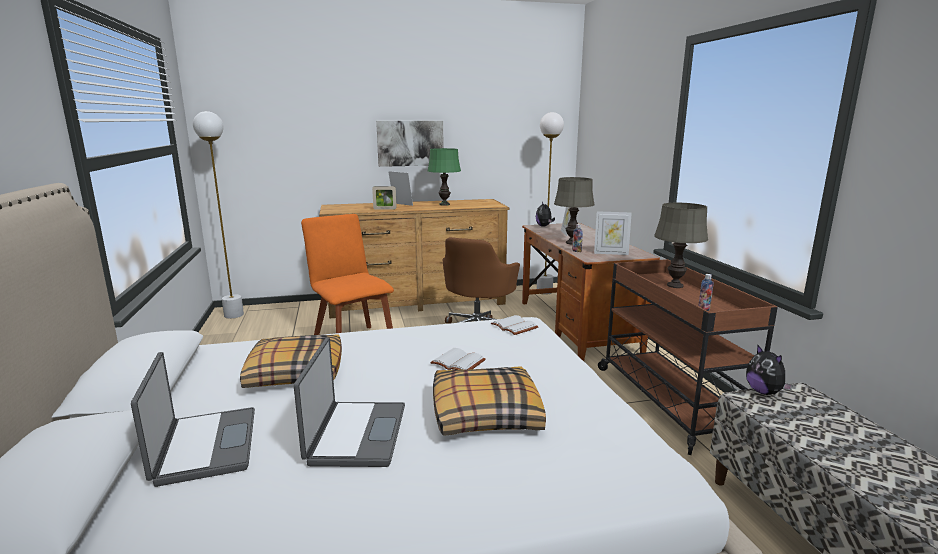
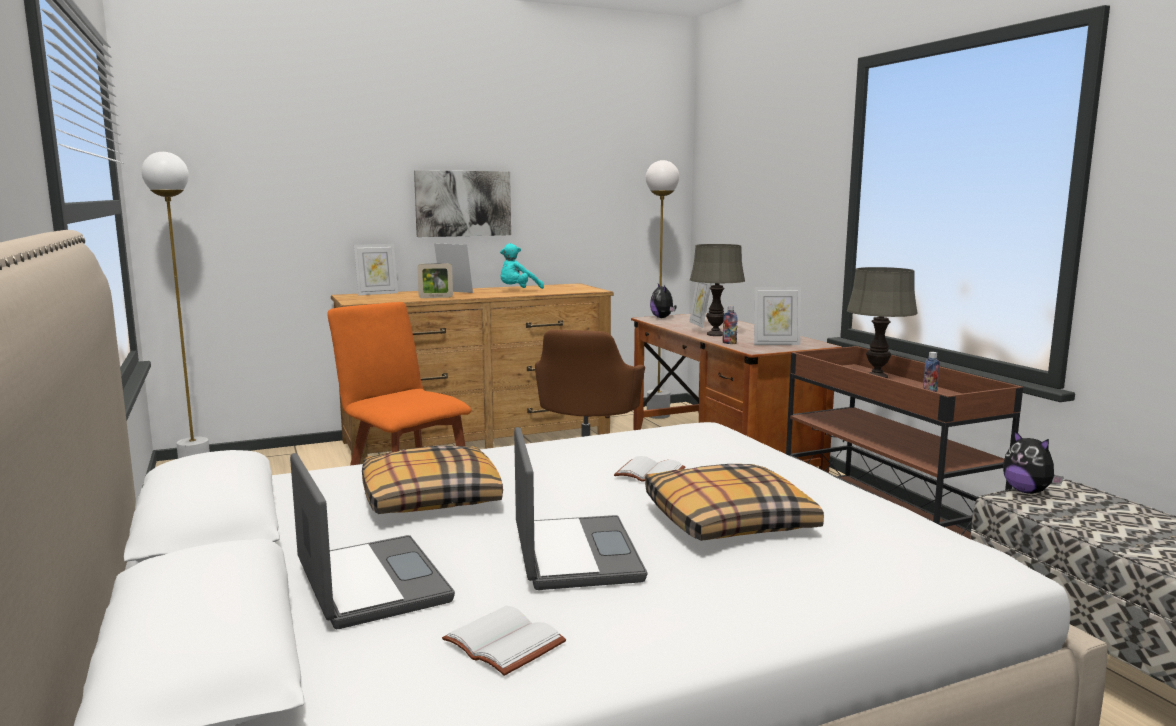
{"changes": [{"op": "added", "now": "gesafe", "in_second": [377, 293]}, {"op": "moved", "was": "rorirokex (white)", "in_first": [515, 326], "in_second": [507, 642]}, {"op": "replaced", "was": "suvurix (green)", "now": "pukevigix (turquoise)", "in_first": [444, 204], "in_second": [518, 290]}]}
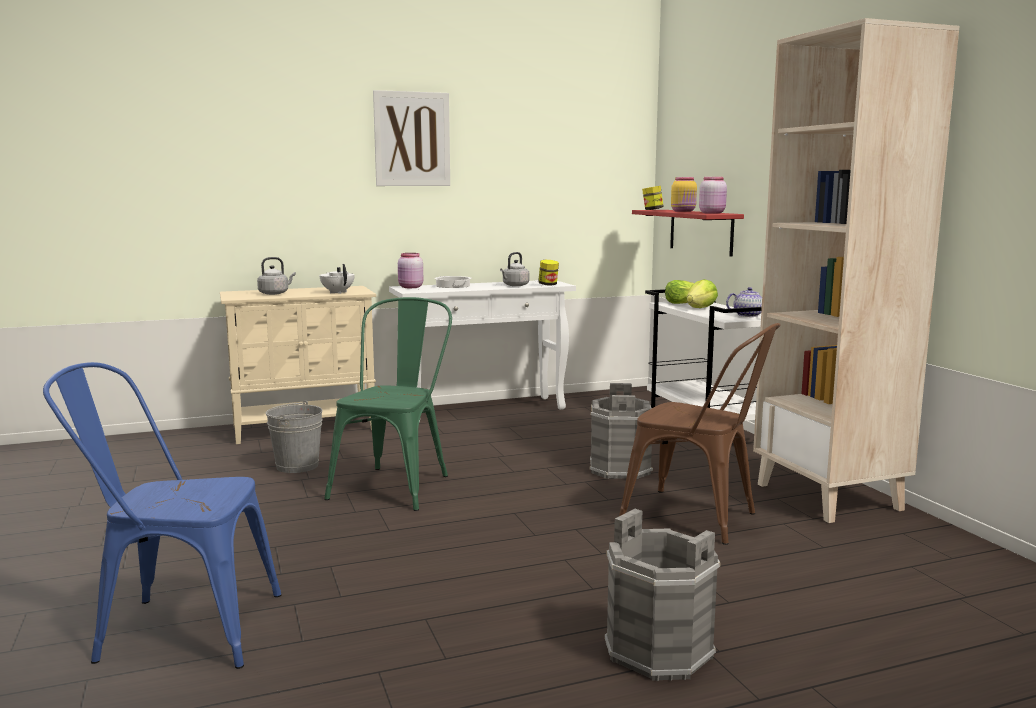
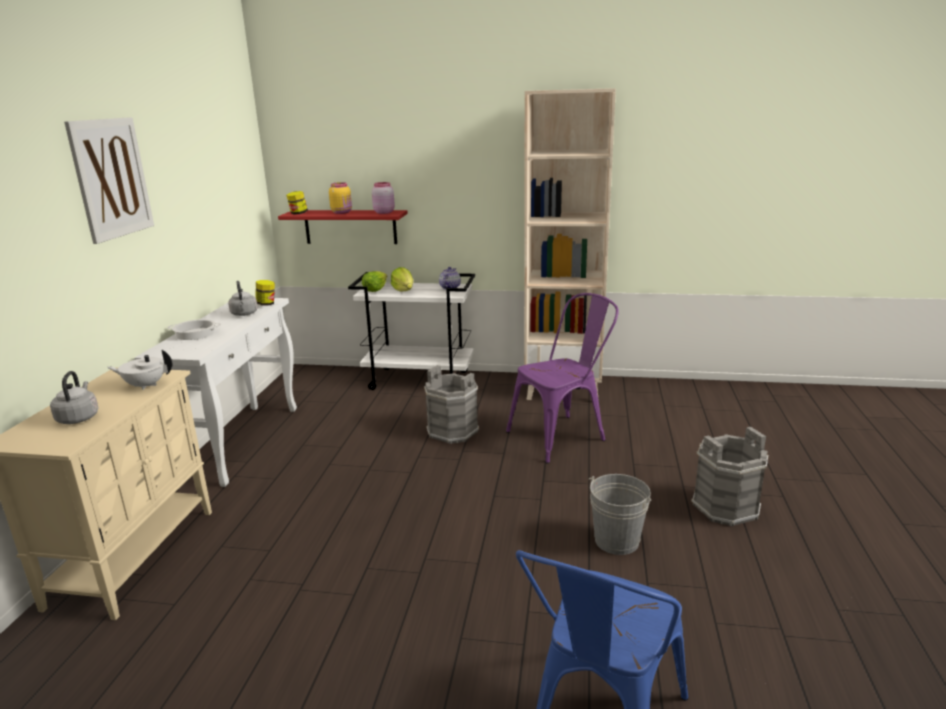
{"changes": [{"op": "recoloured", "was": "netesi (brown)", "now": "netesi (purple)", "in_first": [699, 519], "in_second": [563, 435]}, {"op": "moved", "was": "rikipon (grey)", "in_first": [297, 466], "in_second": [616, 540]}, {"op": "removed", "was": "netesi (green)", "in_first": [396, 484]}, {"op": "removed", "was": "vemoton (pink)", "in_first": [410, 287]}]}
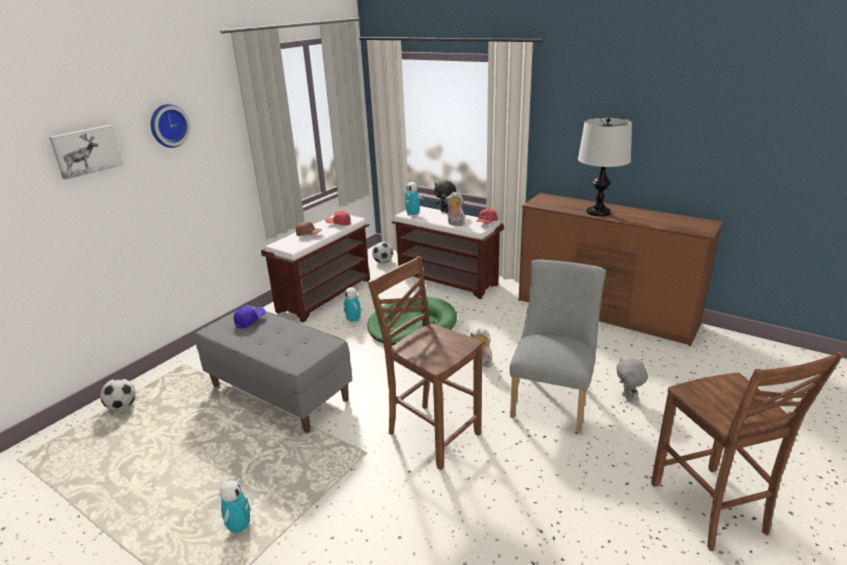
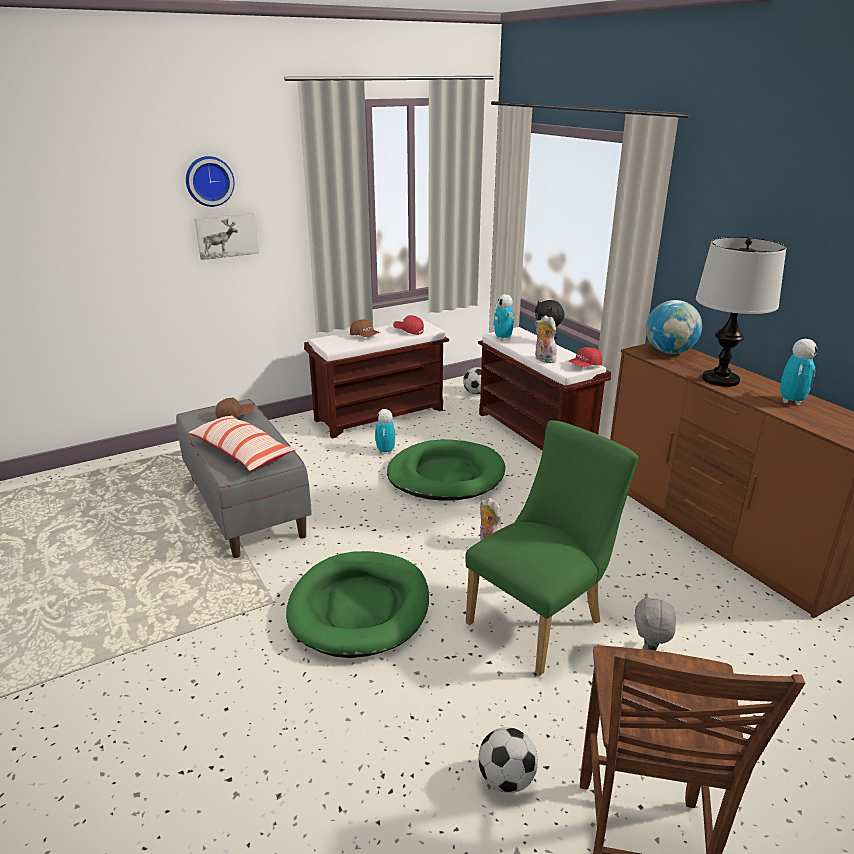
{"changes": [{"op": "added", "now": "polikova", "in_second": [241, 452]}, {"op": "moved", "was": "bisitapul", "in_first": [86, 151], "in_second": [226, 235]}, {"op": "recoloured", "was": "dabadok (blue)", "now": "dabadok (brown)", "in_first": [250, 320], "in_second": [235, 416]}, {"op": "replaced", "was": "netesi (brown)", "now": "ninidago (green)", "in_first": [432, 433], "in_second": [360, 607]}, {"op": "recoloured", "was": "netesi (grey)", "now": "netesi (green)", "in_first": [552, 398], "in_second": [541, 619]}, {"op": "moved", "was": "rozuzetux", "in_first": [122, 407], "in_second": [505, 779]}, {"op": "added", "now": "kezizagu", "in_second": [669, 352]}, {"op": "moved", "was": "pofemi", "in_first": [239, 527], "in_second": [791, 401]}]}
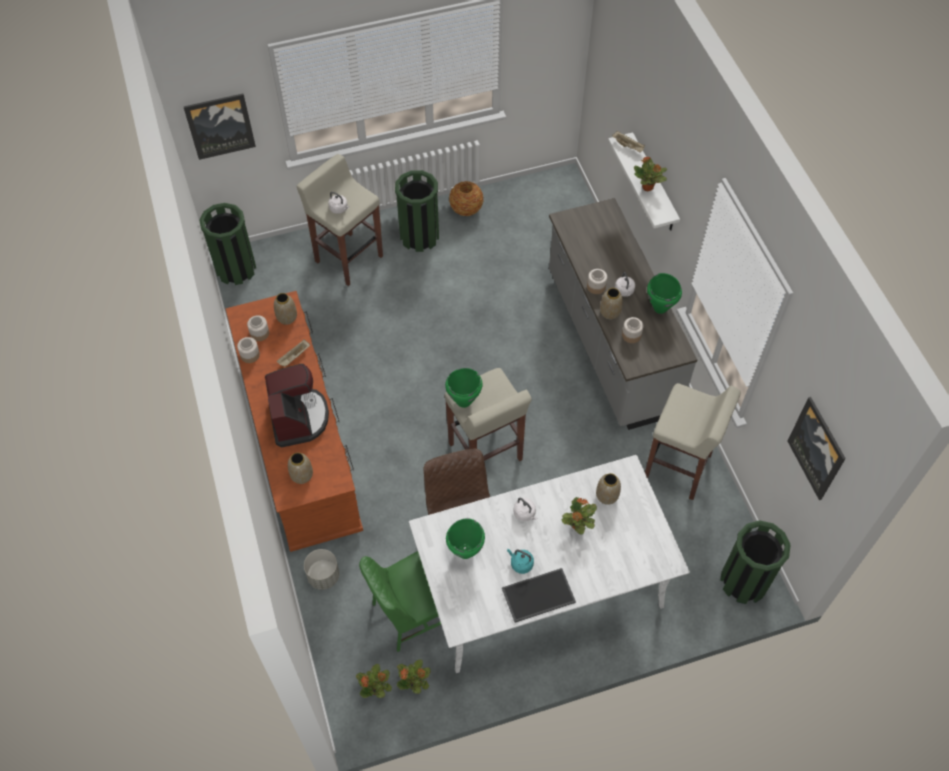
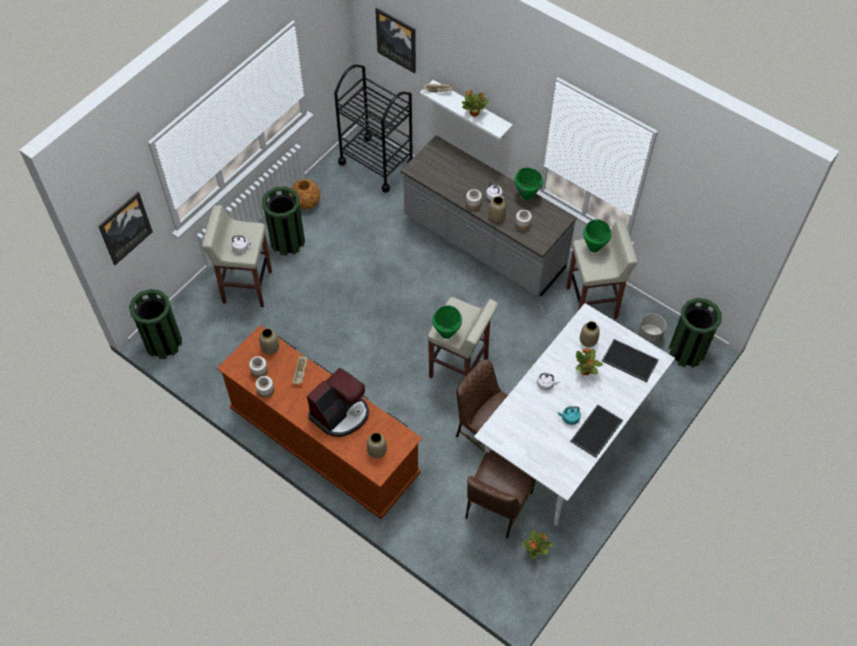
{"changes": [{"op": "turned", "was": "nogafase", "in_first": [298, 418], "in_second": [340, 413], "clockwise": 90}, {"op": "added", "now": "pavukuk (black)", "in_second": [376, 163]}, {"op": "moved", "was": "bisitapul", "in_first": [817, 448], "in_second": [397, 40]}, {"op": "recoloured", "was": "netesi (green)", "now": "netesi (brown)", "in_first": [413, 612], "in_second": [497, 505]}, {"op": "moved", "was": "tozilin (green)", "in_first": [465, 552], "in_second": [593, 248]}, {"op": "added", "now": "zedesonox", "in_second": [629, 361]}, {"op": "moved", "was": "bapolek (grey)", "in_first": [323, 576], "in_second": [649, 336]}, {"op": "removed", "was": "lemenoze", "in_first": [376, 689]}]}
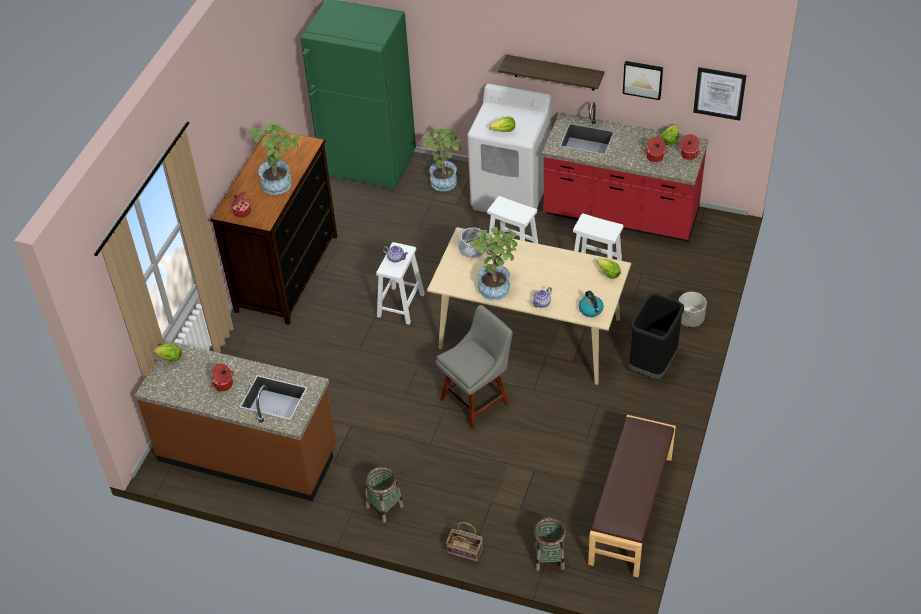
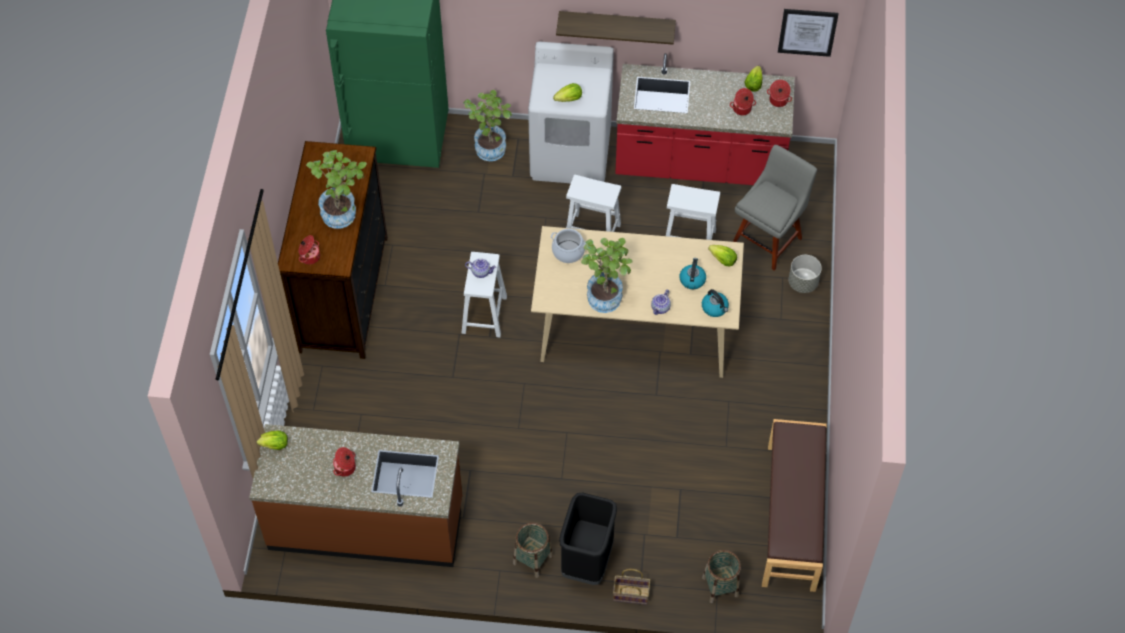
{"changes": [{"op": "moved", "was": "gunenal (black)", "in_first": [653, 364], "in_second": [587, 561]}, {"op": "added", "now": "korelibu", "in_second": [692, 279]}, {"op": "moved", "was": "netesi (grey)", "in_first": [477, 399], "in_second": [769, 238]}, {"op": "removed", "was": "bisitapul", "in_first": [643, 79]}]}
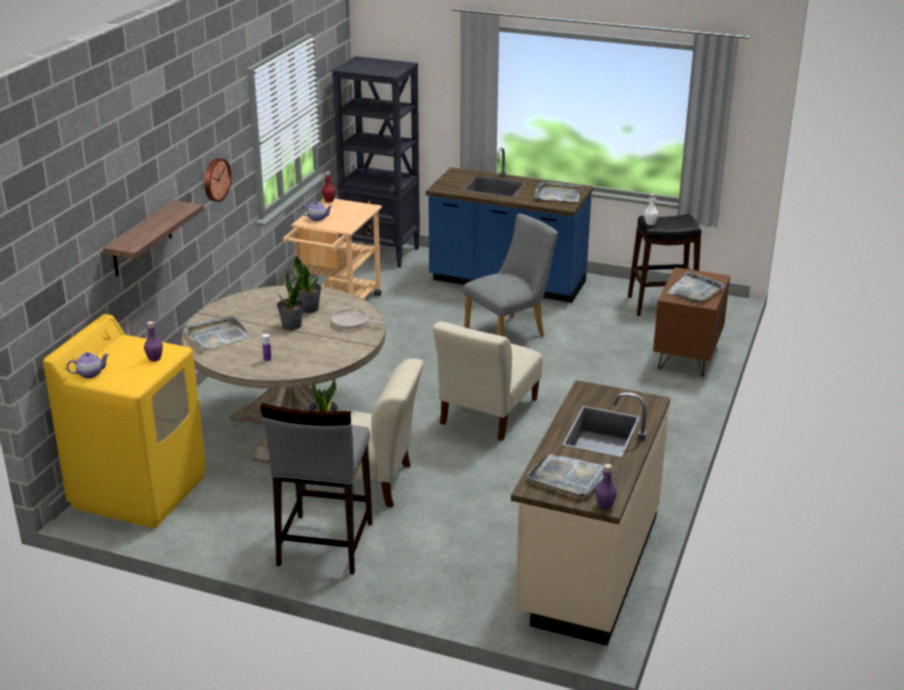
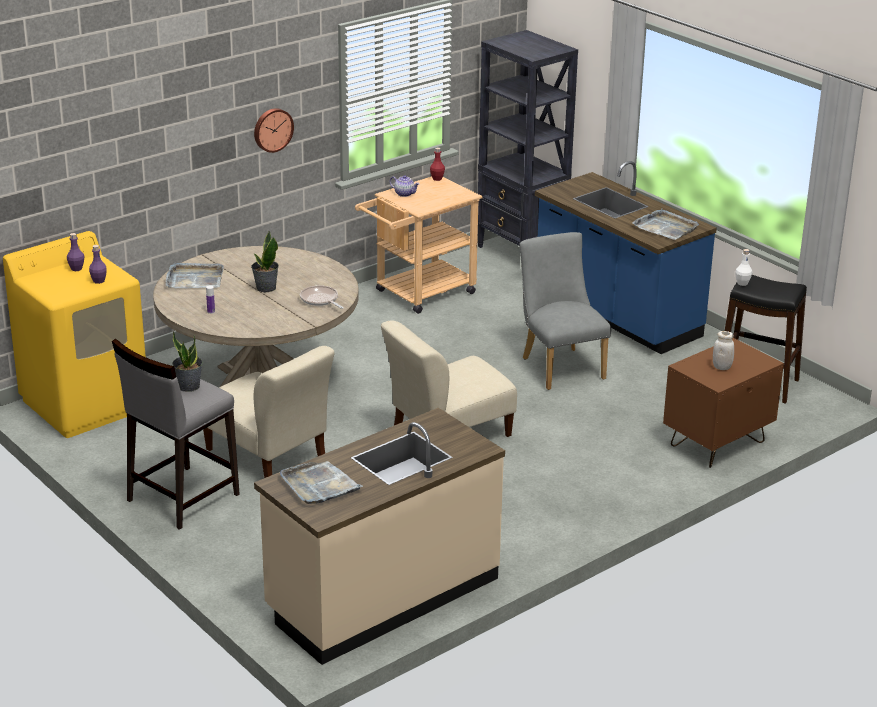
{"changes": [{"op": "moved", "was": "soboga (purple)", "in_first": [605, 505], "in_second": [76, 269]}, {"op": "turned", "was": "netesi (grey)", "in_first": [510, 333], "in_second": [559, 366], "clockwise": -105}, {"op": "replaced", "was": "zedesonox (grey)", "now": "vemoton (white)", "in_first": [695, 290], "in_second": [722, 367]}, {"op": "removed", "was": "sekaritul", "in_first": [90, 374]}, {"op": "removed", "was": "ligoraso", "in_first": [142, 239]}, {"op": "removed", "was": "lemenoze", "in_first": [309, 308]}]}
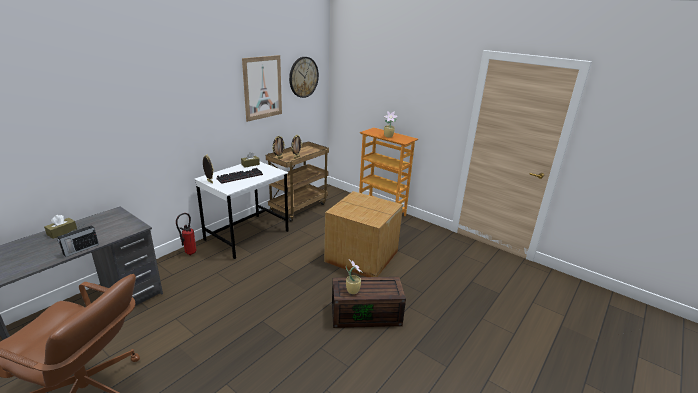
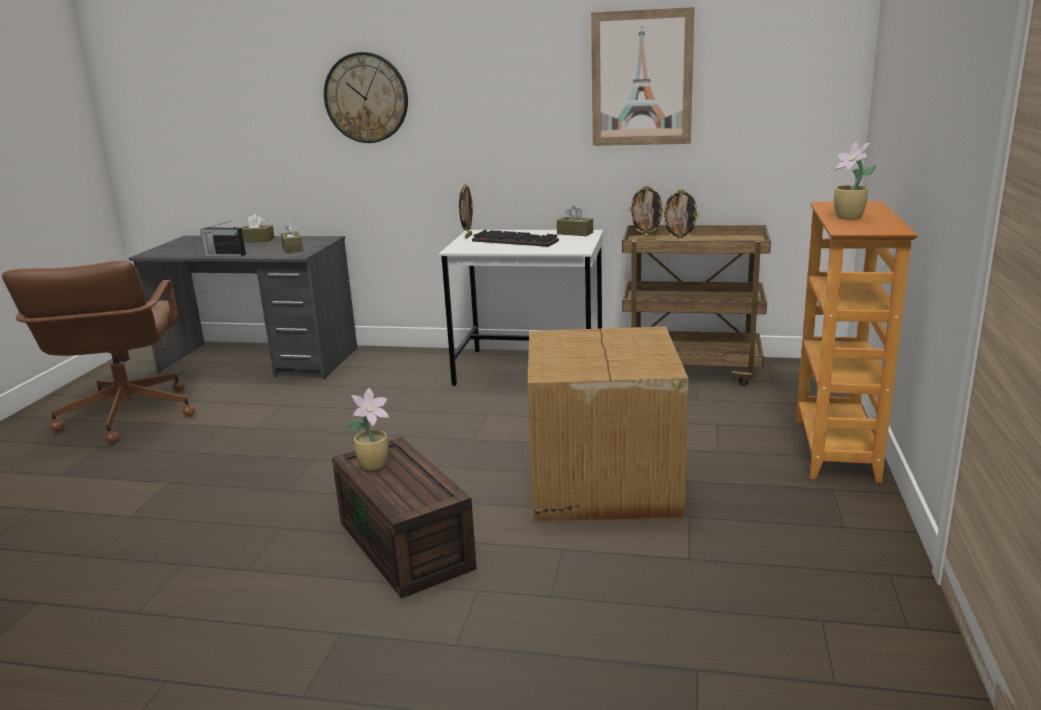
{"changes": [{"op": "added", "now": "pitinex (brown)", "in_second": [292, 248]}, {"op": "moved", "was": "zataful", "in_first": [303, 77], "in_second": [366, 98]}, {"op": "removed", "was": "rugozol", "in_first": [188, 253]}]}
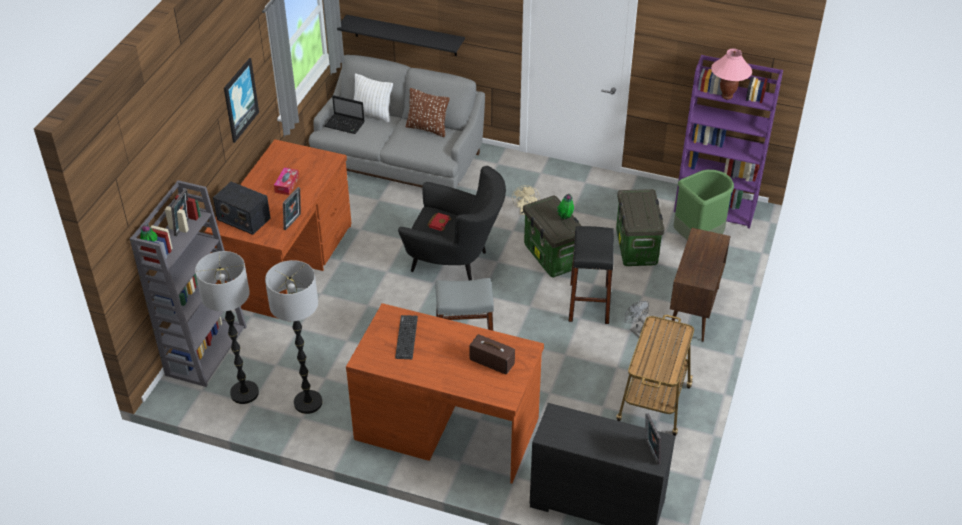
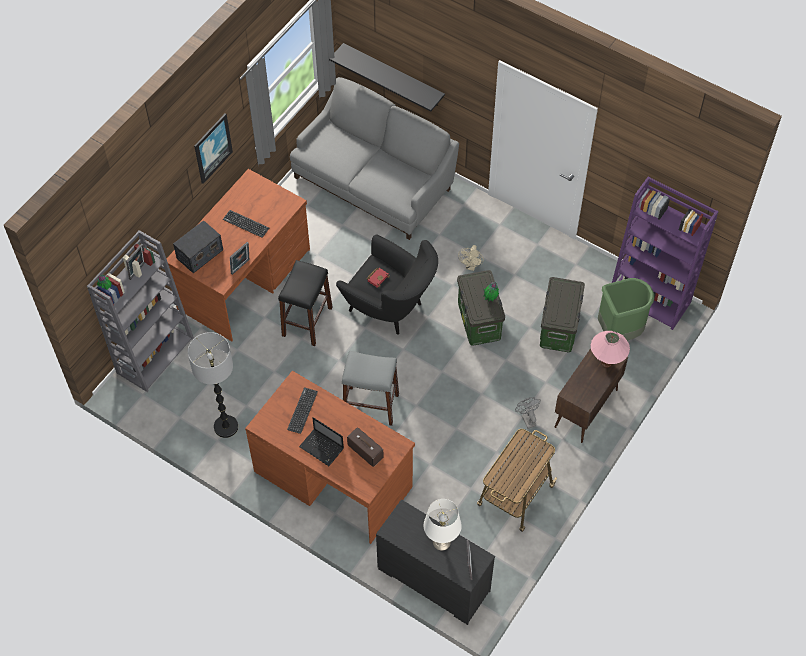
{"changes": [{"op": "turned", "was": "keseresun", "in_first": [243, 219], "in_second": [199, 254], "clockwise": -90}, {"op": "replaced", "was": "pitinex", "now": "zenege", "in_first": [287, 184], "in_second": [246, 224]}, {"op": "moved", "was": "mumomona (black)", "in_first": [589, 303], "in_second": [307, 321]}, {"op": "moved", "was": "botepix", "in_first": [345, 124], "in_second": [322, 448]}, {"op": "added", "now": "suvurix (white)", "in_second": [442, 542]}, {"op": "moved", "was": "suvurix (pink)", "in_first": [727, 96], "in_second": [606, 363]}, {"op": "removed", "was": "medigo", "in_first": [244, 393]}, {"op": "removed", "was": "polikova (white)", "in_first": [372, 114]}, {"op": "removed", "was": "polikova (brown)", "in_first": [427, 129]}]}
